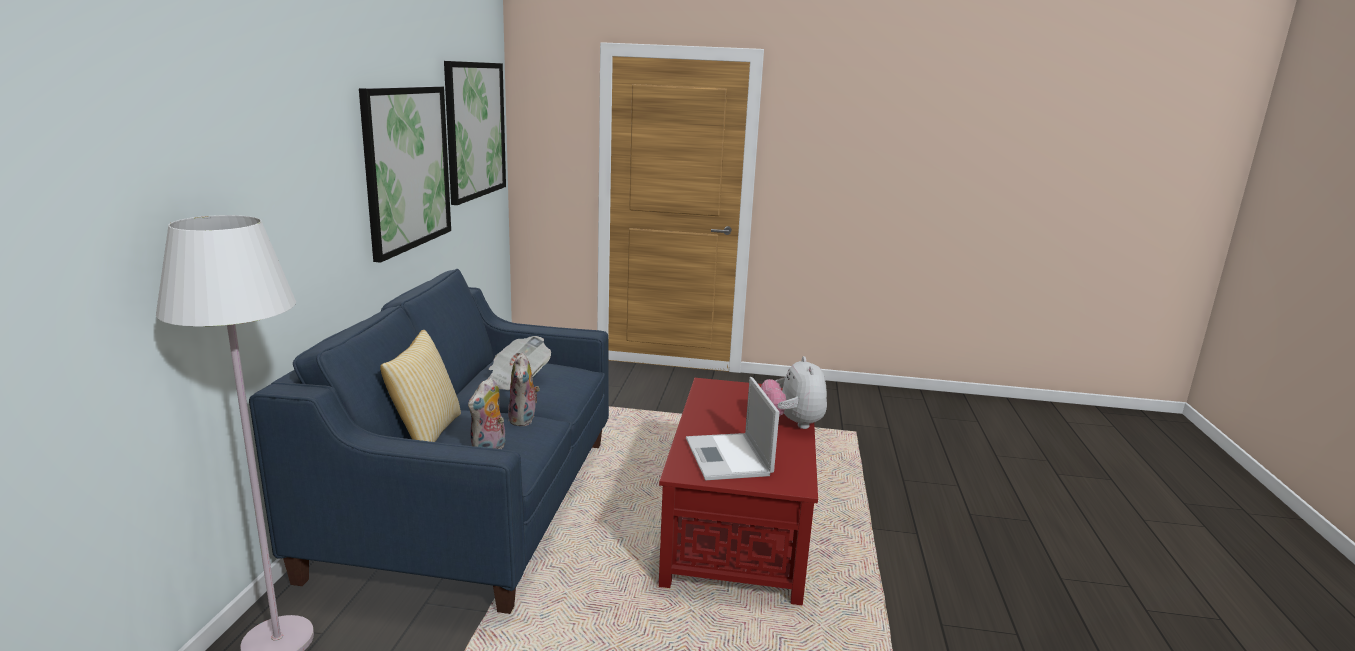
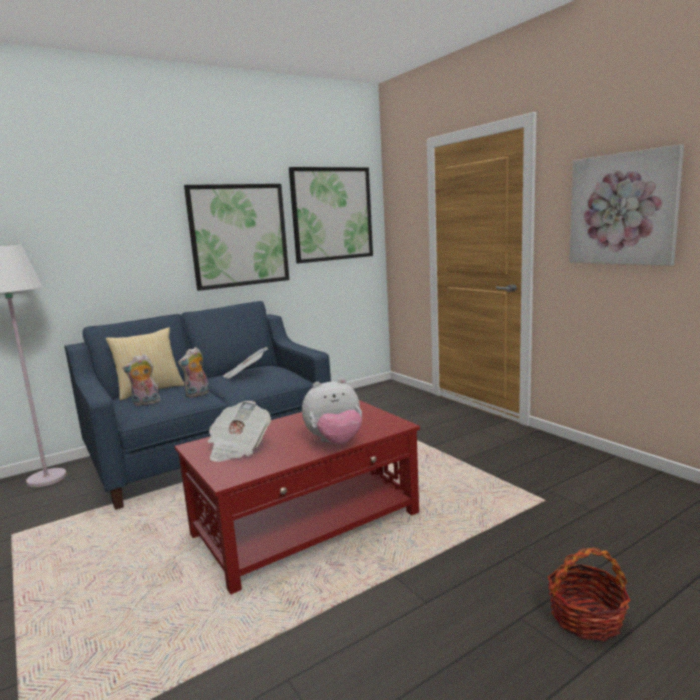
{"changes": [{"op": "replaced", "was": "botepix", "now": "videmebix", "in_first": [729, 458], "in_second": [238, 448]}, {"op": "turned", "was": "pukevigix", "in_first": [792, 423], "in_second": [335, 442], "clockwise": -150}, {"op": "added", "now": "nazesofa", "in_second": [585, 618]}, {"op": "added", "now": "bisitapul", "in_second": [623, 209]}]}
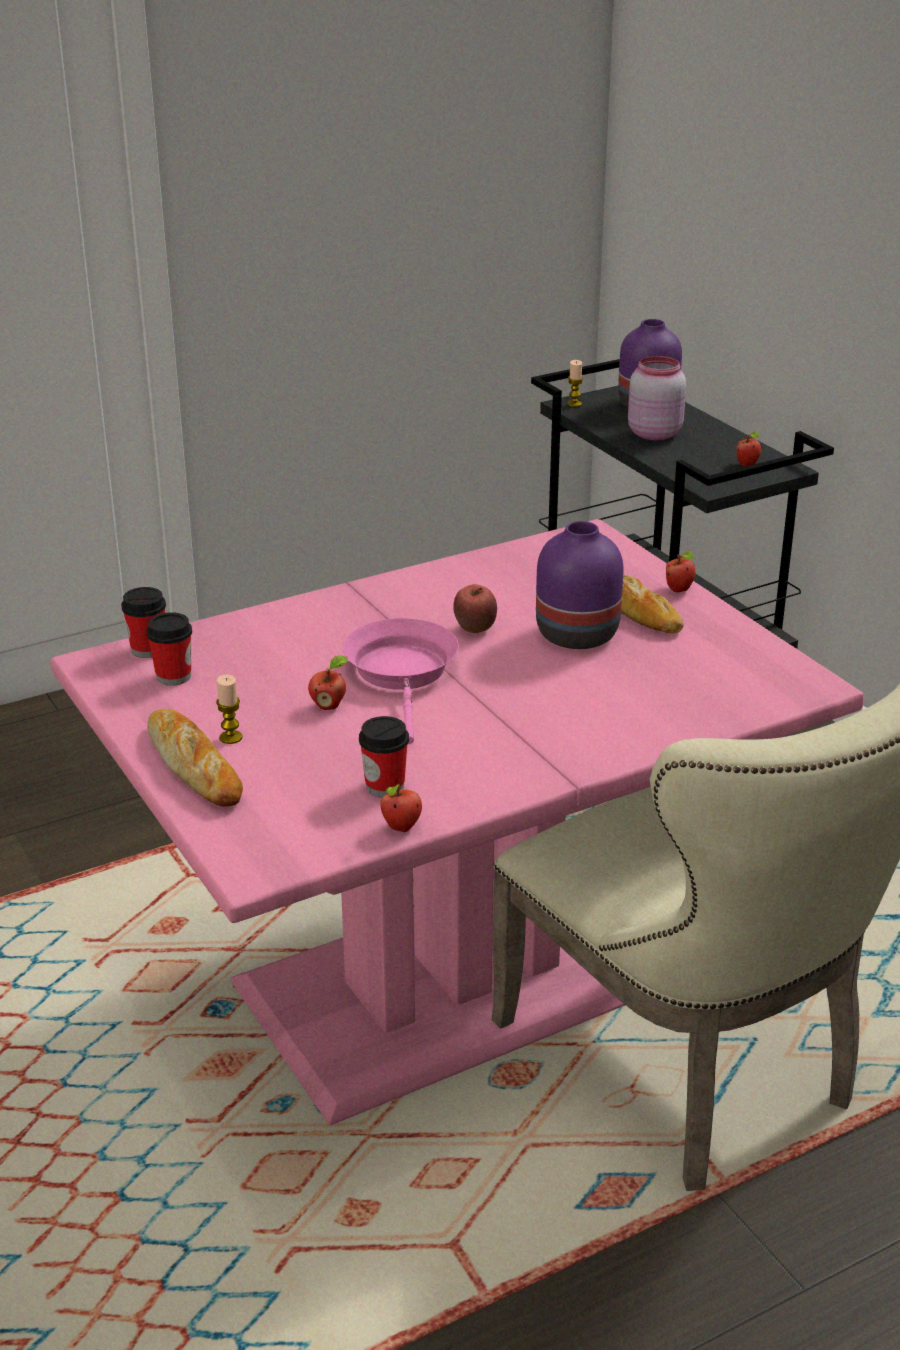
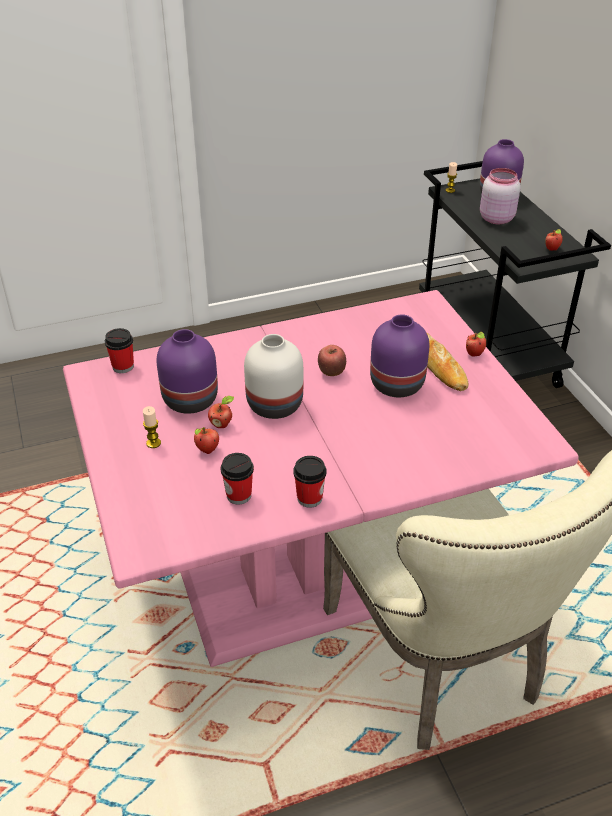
{"changes": [{"op": "added", "now": "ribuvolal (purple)", "in_second": [192, 399]}, {"op": "moved", "was": "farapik", "in_first": [401, 828], "in_second": [207, 451]}, {"op": "replaced", "was": "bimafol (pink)", "now": "ribuvolal (white)", "in_first": [403, 674], "in_second": [275, 404]}, {"op": "moved", "was": "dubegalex", "in_first": [173, 676], "in_second": [309, 498]}, {"op": "removed", "was": "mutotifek", "in_first": [194, 765]}]}
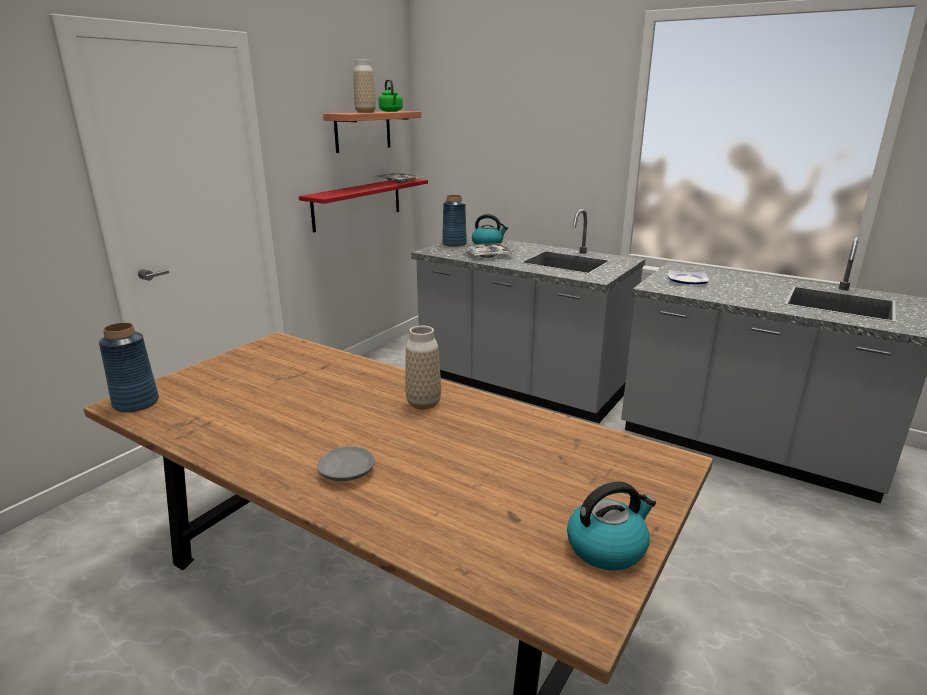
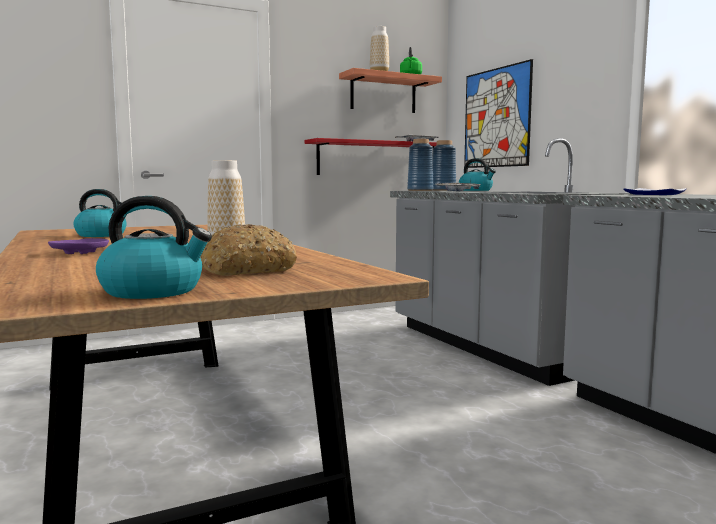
{"changes": [{"op": "recoloured", "was": "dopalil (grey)", "now": "dopalil (purple)", "in_first": [346, 471], "in_second": [80, 252]}, {"op": "added", "now": "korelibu", "in_second": [102, 235]}, {"op": "added", "now": "mutotifek", "in_second": [246, 270]}, {"op": "moved", "was": "ribuvolal (blue)", "in_first": [135, 403], "in_second": [420, 190]}, {"op": "added", "now": "bisitapul", "in_second": [496, 118]}]}
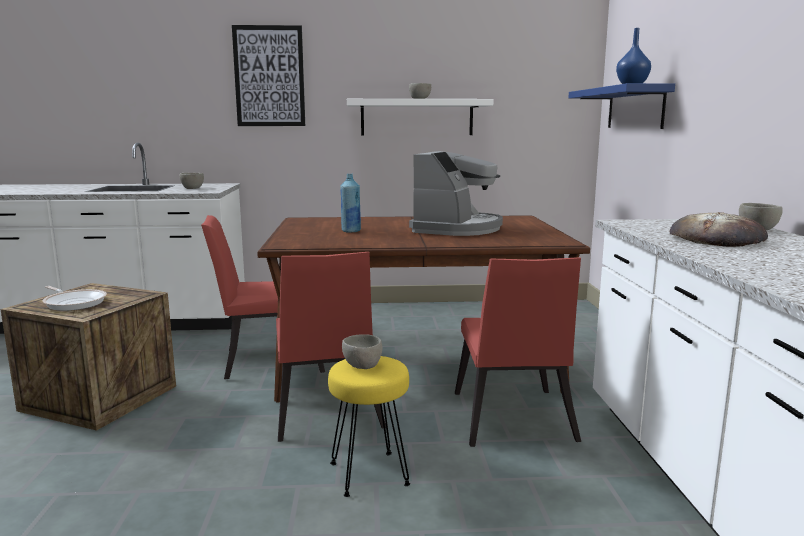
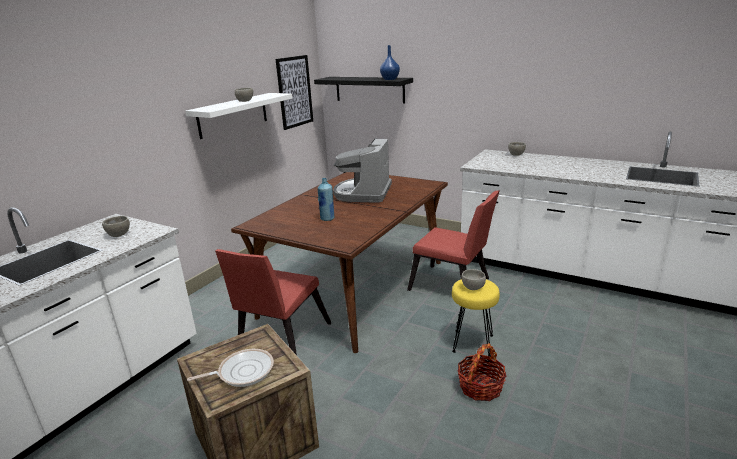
{"changes": [{"op": "moved", "was": "bisitapul", "in_first": [269, 76], "in_second": [294, 92]}, {"op": "recoloured", "was": "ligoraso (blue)", "now": "ligoraso (black)", "in_first": [635, 108], "in_second": [369, 89]}, {"op": "turned", "was": "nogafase", "in_first": [457, 228], "in_second": [363, 193], "clockwise": -135}, {"op": "added", "now": "nazesofa", "in_second": [480, 387]}, {"op": "removed", "was": "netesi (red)", "in_first": [325, 413]}, {"op": "removed", "was": "mutotifek", "in_first": [716, 238]}]}
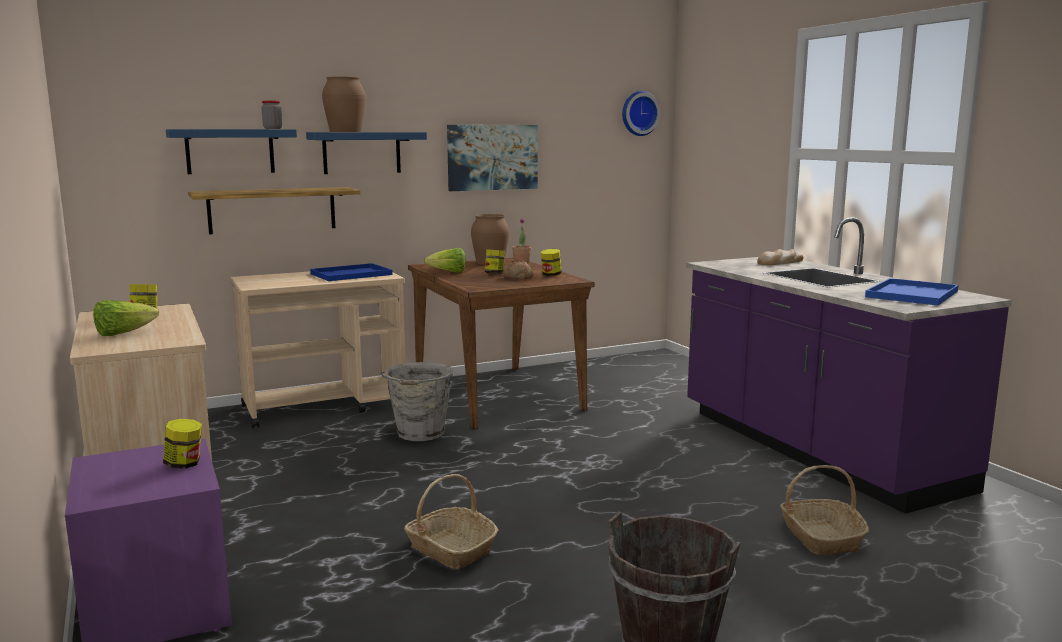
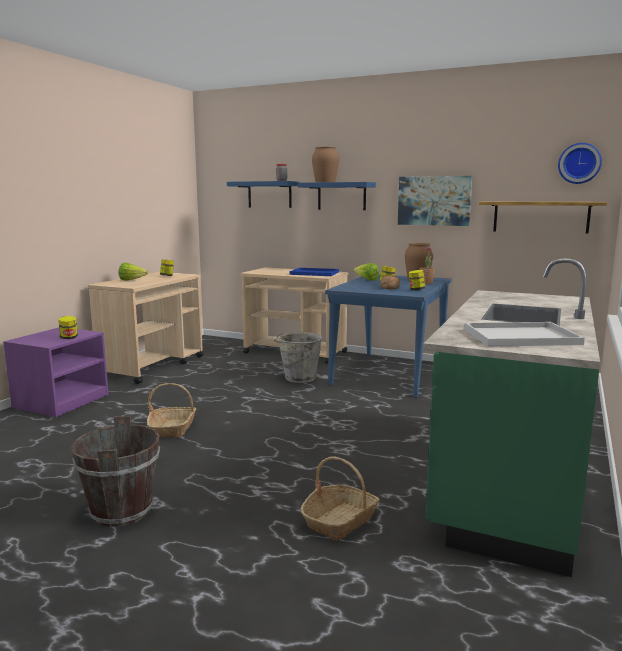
{"changes": [{"op": "recoloured", "was": "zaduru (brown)", "now": "zaduru (blue)", "in_first": [496, 394], "in_second": [389, 373]}, {"op": "recoloured", "was": "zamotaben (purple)", "now": "zamotaben (green)", "in_first": [815, 450], "in_second": [508, 480]}, {"op": "recoloured", "was": "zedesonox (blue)", "now": "zedesonox (white)", "in_first": [912, 294], "in_second": [519, 337]}, {"op": "moved", "was": "ligoraso", "in_first": [272, 210], "in_second": [540, 217]}, {"op": "removed", "was": "mutotifek", "in_first": [780, 262]}]}
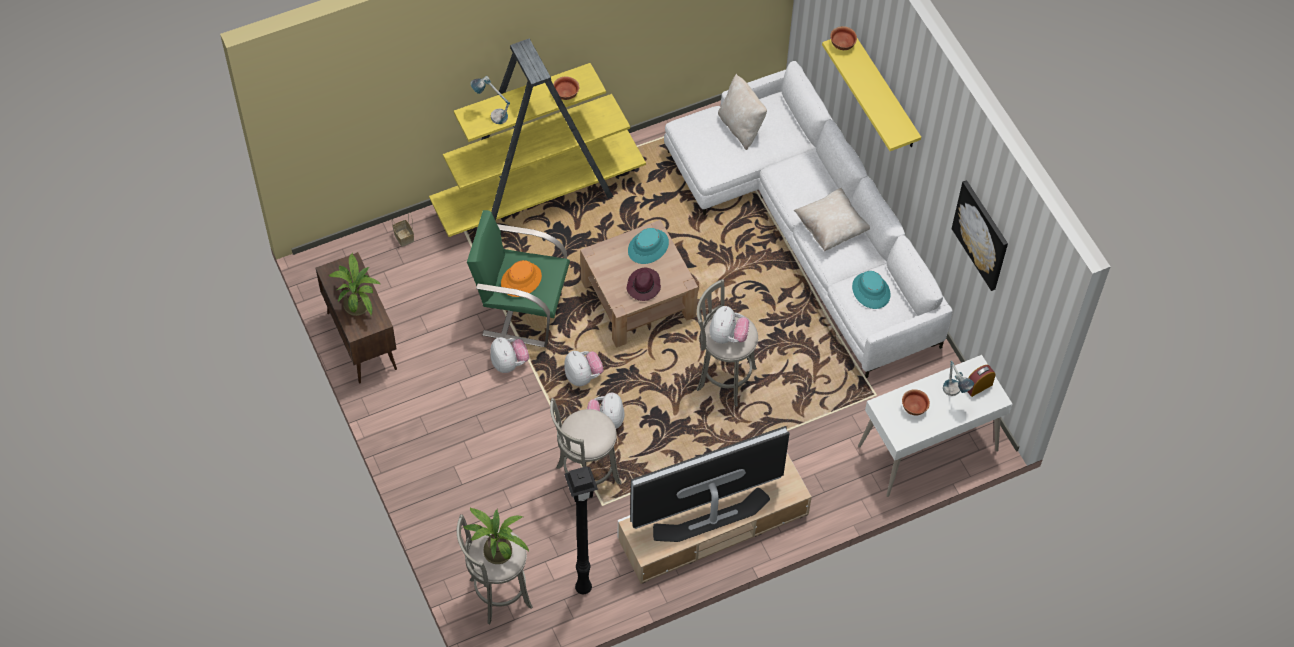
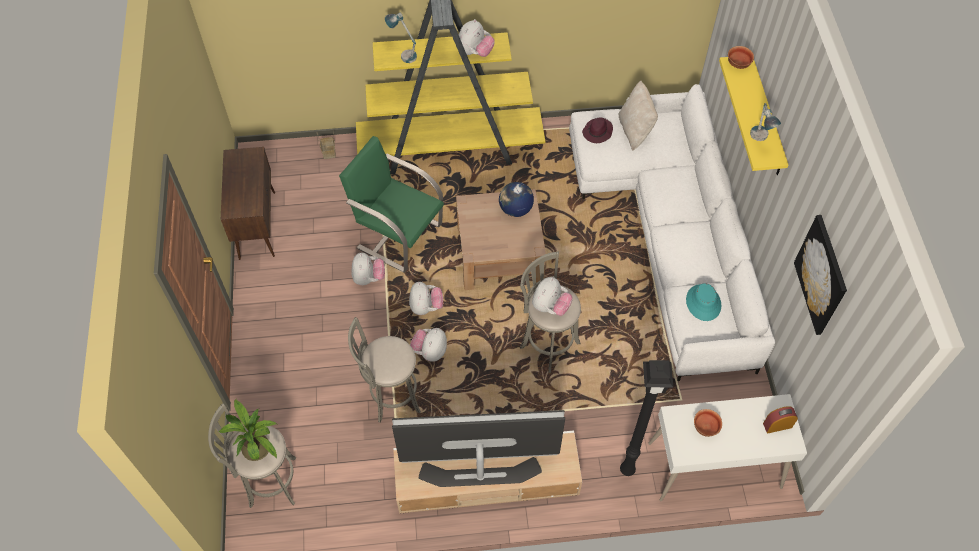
{"changes": [{"op": "replaced", "was": "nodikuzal", "now": "pukevigix", "in_first": [566, 94], "in_second": [475, 52]}, {"op": "replaced", "was": "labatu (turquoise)", "now": "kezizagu", "in_first": [648, 247], "in_second": [515, 209]}, {"op": "moved", "was": "labatu (purple)", "in_first": [643, 286], "in_second": [597, 132]}, {"op": "moved", "was": "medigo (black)", "in_first": [582, 589], "in_second": [626, 471]}, {"op": "moved", "was": "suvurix", "in_first": [954, 395], "in_second": [760, 140]}, {"op": "removed", "was": "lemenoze", "in_first": [358, 302]}, {"op": "removed", "was": "labatu (orange)", "in_first": [521, 280]}, {"op": "removed", "was": "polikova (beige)", "in_first": [831, 228]}]}
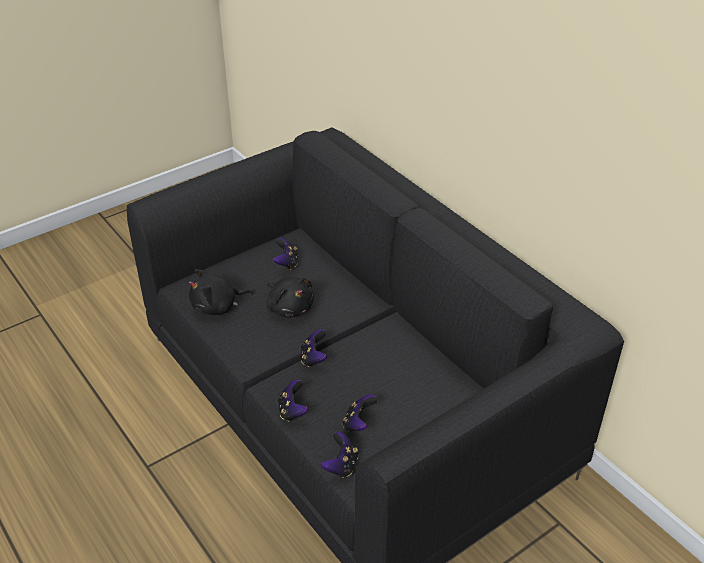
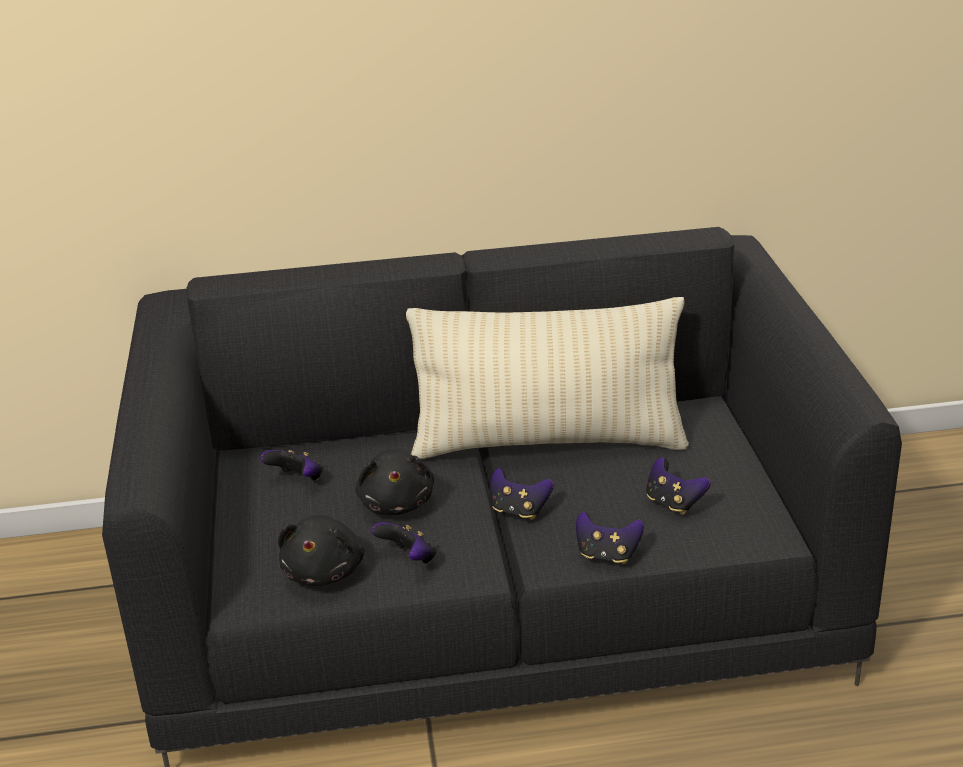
{"changes": [{"op": "turned", "was": "pukevigix (black)", "in_first": [289, 307], "in_second": [397, 503], "clockwise": 90}, {"op": "moved", "was": "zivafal", "in_first": [341, 465], "in_second": [409, 559]}, {"op": "added", "now": "polikova (beige)", "in_second": [548, 443]}]}
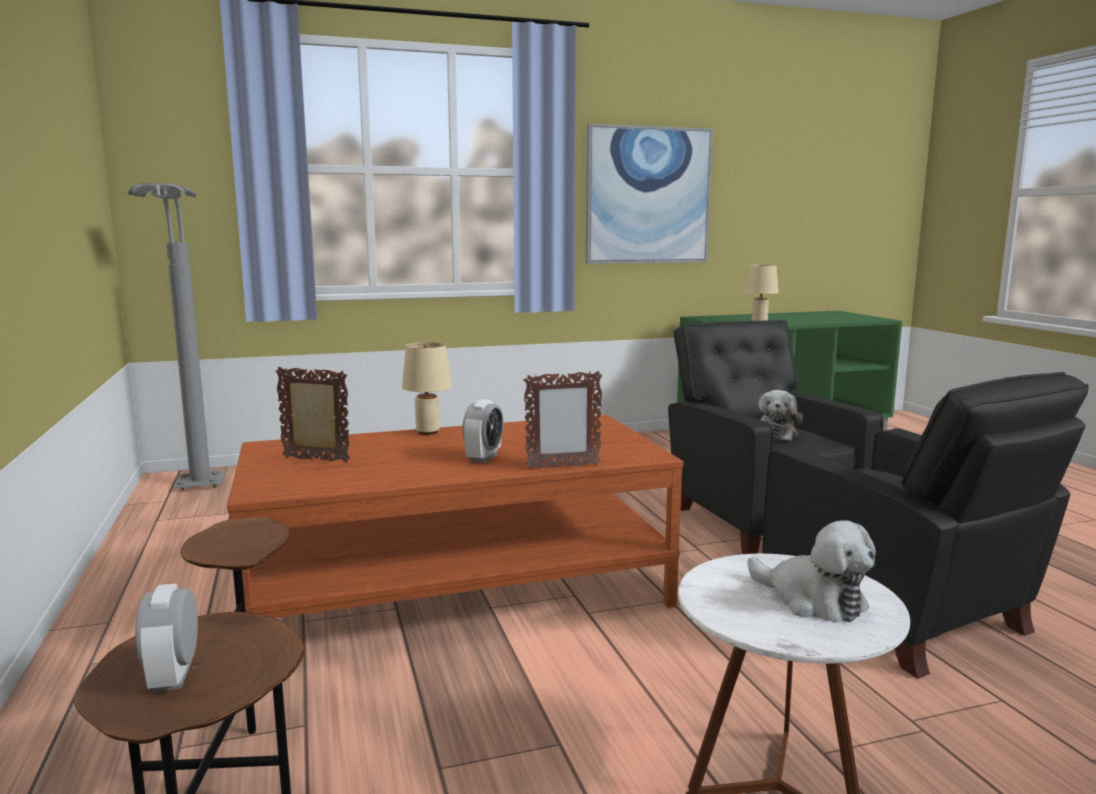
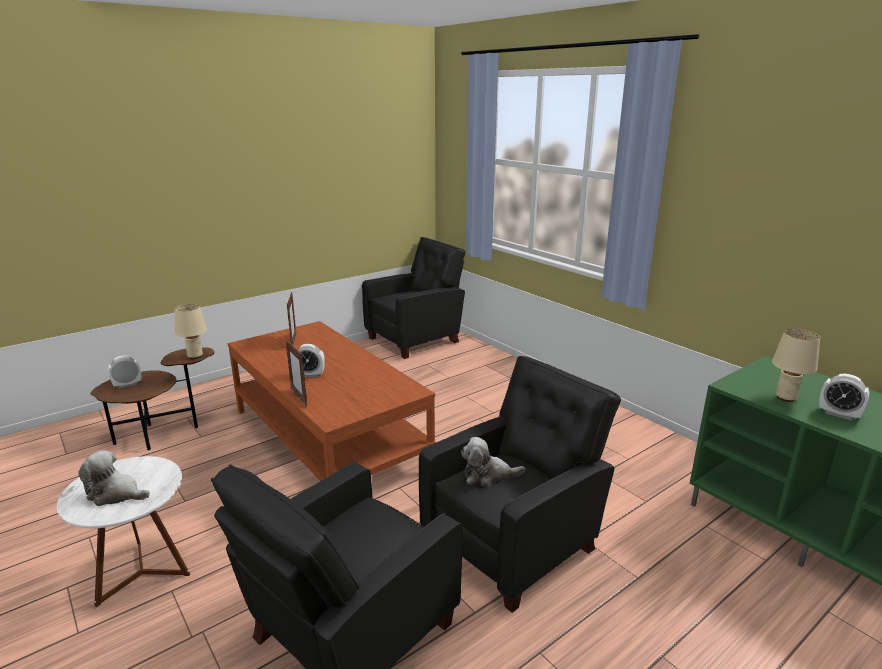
{"changes": [{"op": "turned", "was": "pukevigix", "in_first": [812, 600], "in_second": [116, 494], "clockwise": 75}, {"op": "moved", "was": "suvurix (beige)", "in_first": [427, 432], "in_second": [195, 356]}, {"op": "replaced", "was": "medigo (grey)", "now": "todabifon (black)", "in_first": [198, 494], "in_second": [416, 339]}, {"op": "added", "now": "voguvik", "in_second": [838, 414]}, {"op": "removed", "was": "bisitapul", "in_first": [648, 196]}]}
